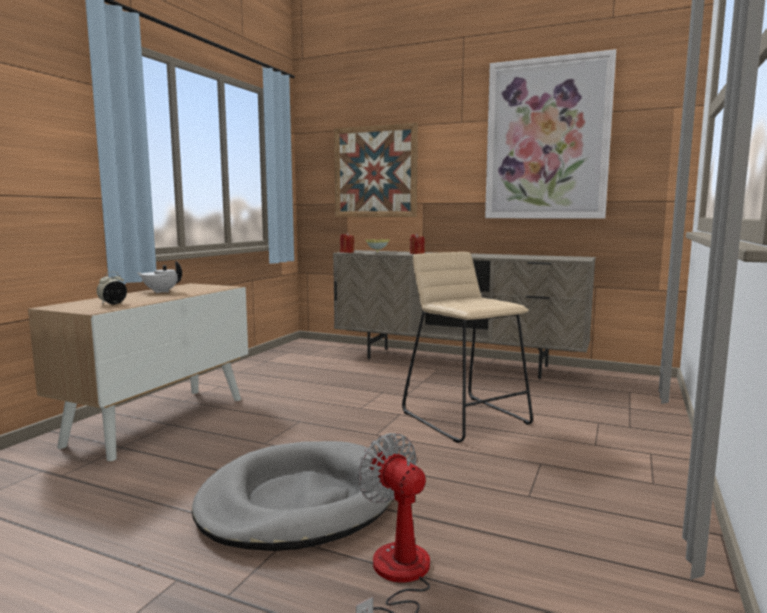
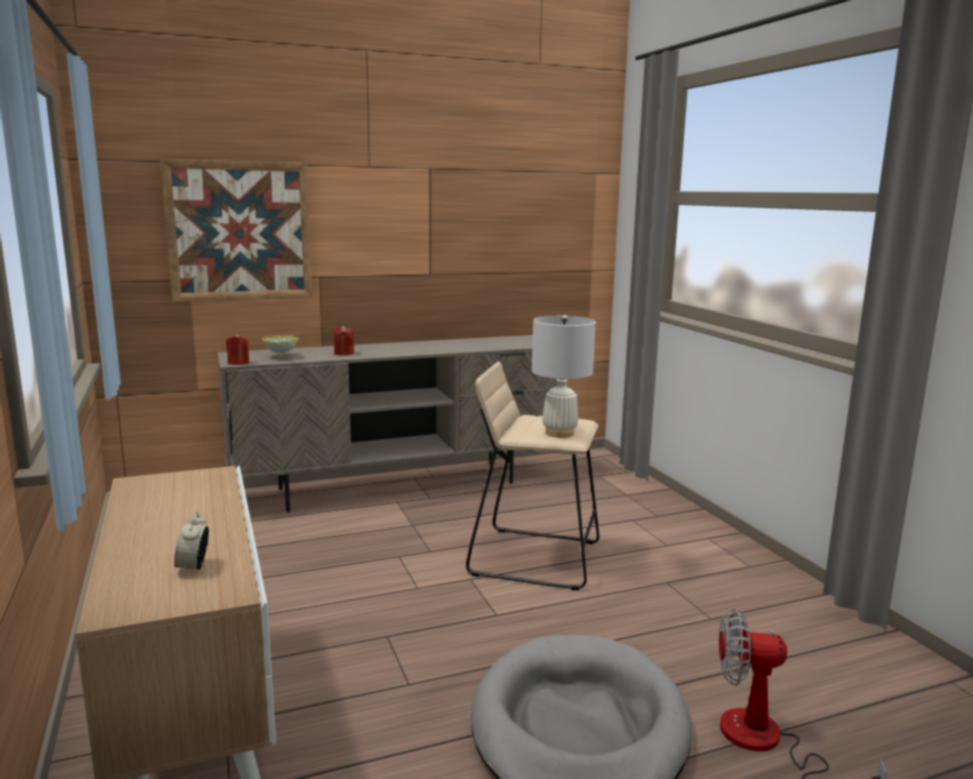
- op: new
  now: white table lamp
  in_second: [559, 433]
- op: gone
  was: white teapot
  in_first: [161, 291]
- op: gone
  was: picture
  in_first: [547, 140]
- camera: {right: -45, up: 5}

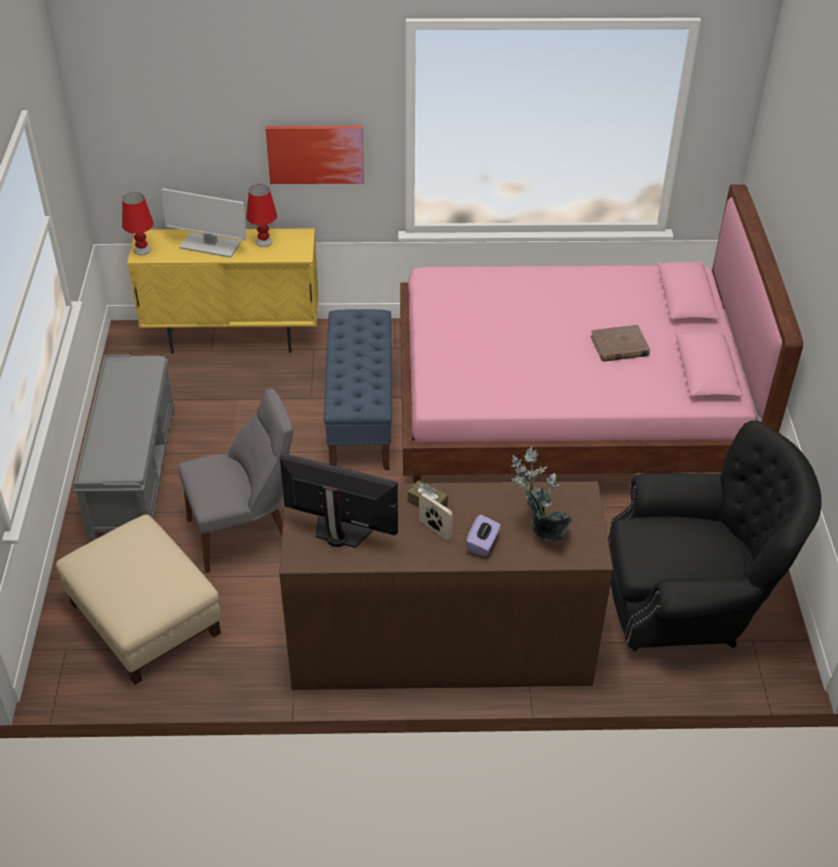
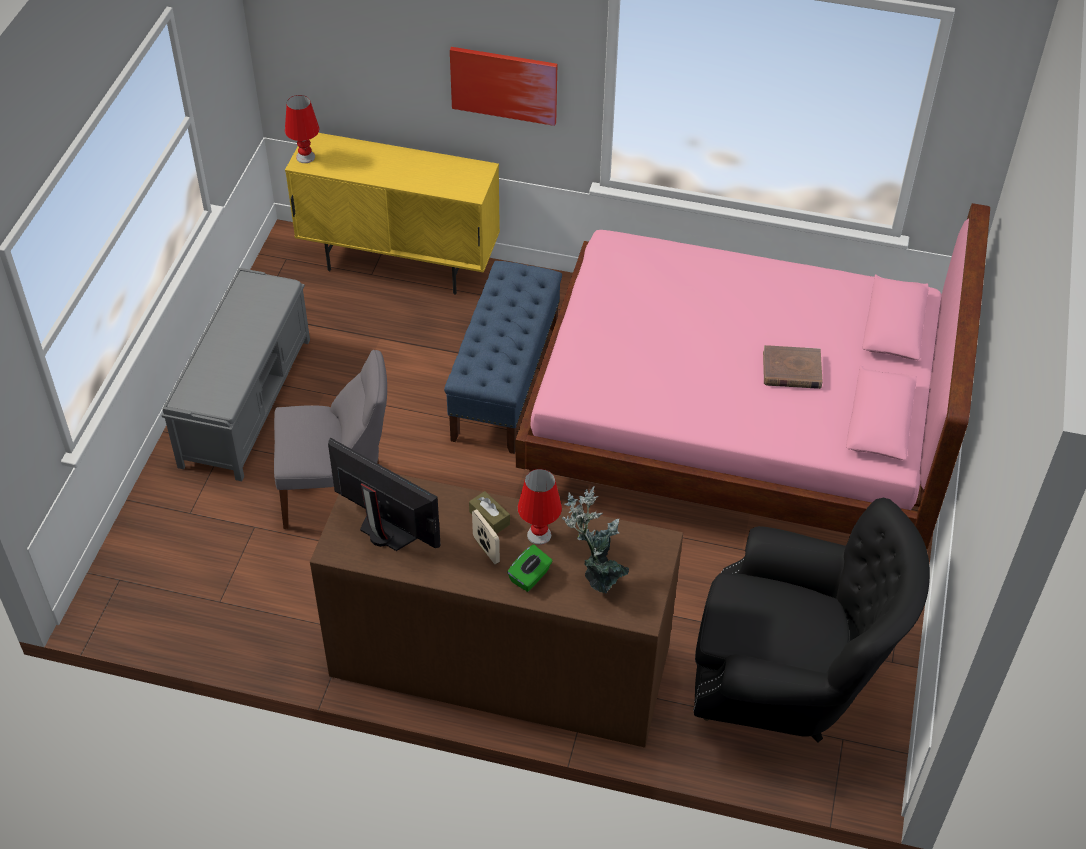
- op: repainted
  was: purple tissue box
  now: green tissue box
  in_first: [483, 544]
  in_second: [530, 577]
- op: shifted
  was: red table lamp
  in_first: [263, 242]
  in_second: [538, 534]
- op: gone
  was: beige ottoman
  in_first: [143, 618]
- op: gone
  was: monitor
  in_first: [209, 245]
- camera: {right: 15, up: 5}

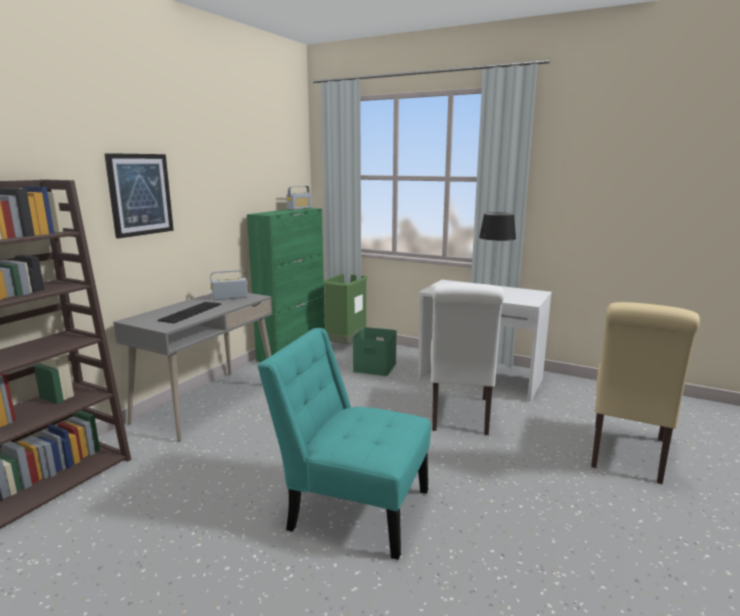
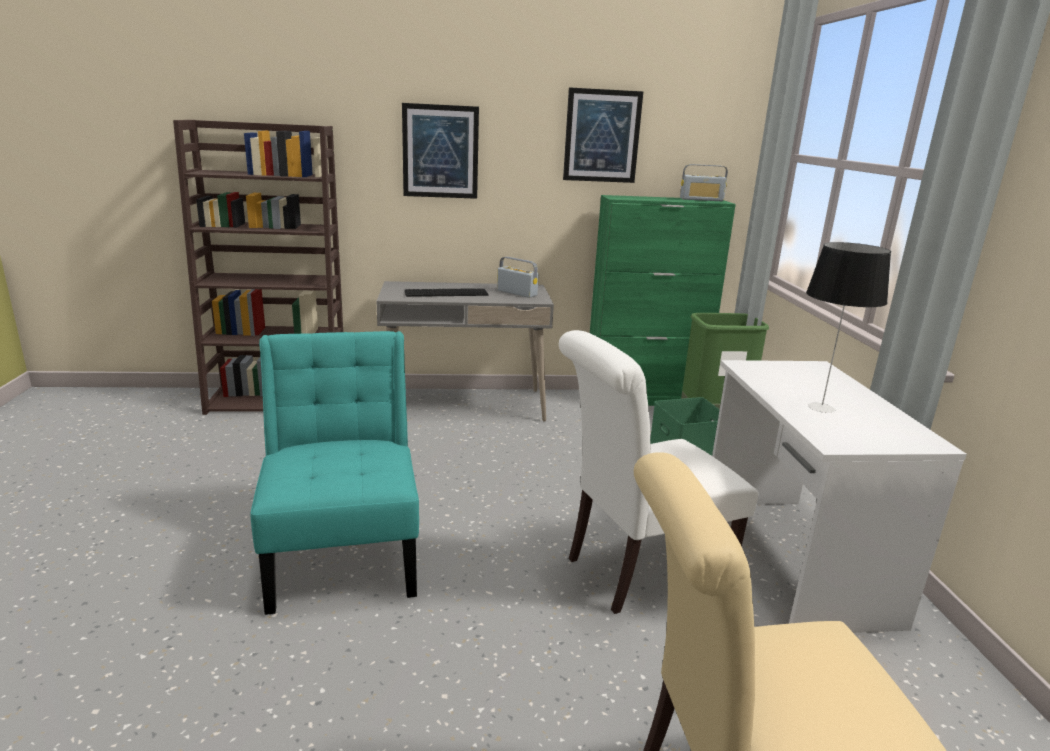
- op: new
  now: picture
  in_second: [602, 136]
- camera: {right: 55, up: 5}

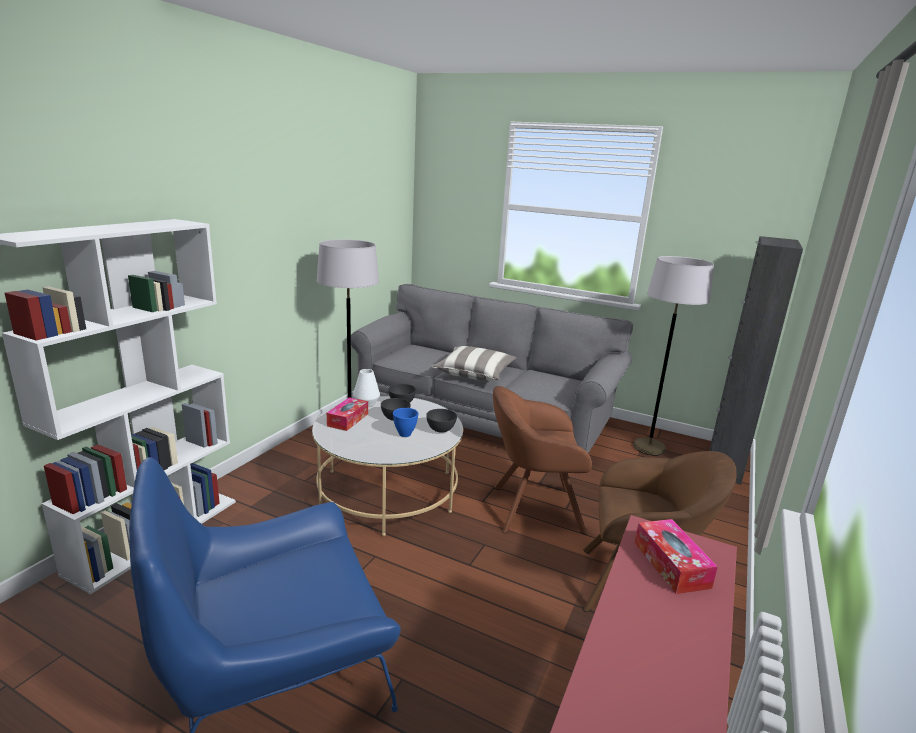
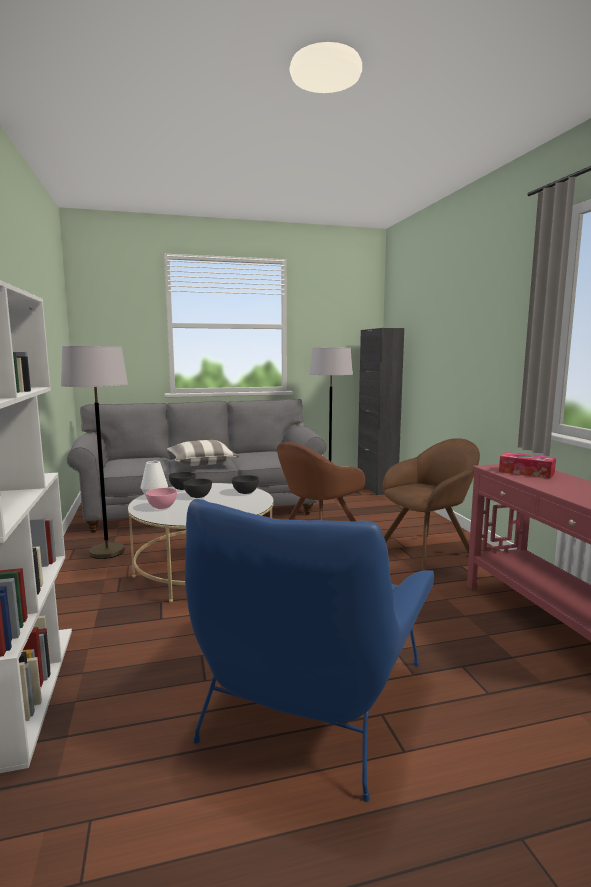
- op: swapped
  was: tissue box
  now: pink bowl
  in_first: [348, 420]
  in_second: [162, 507]
- op: gone
  was: blue bowl
  in_first: [405, 434]
- camera: {right: -40, up: -10}

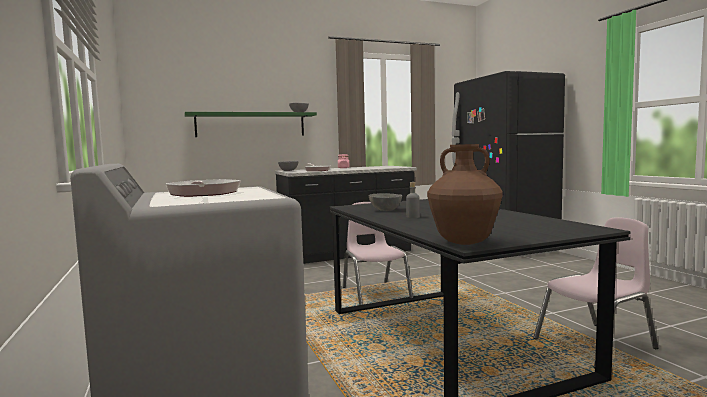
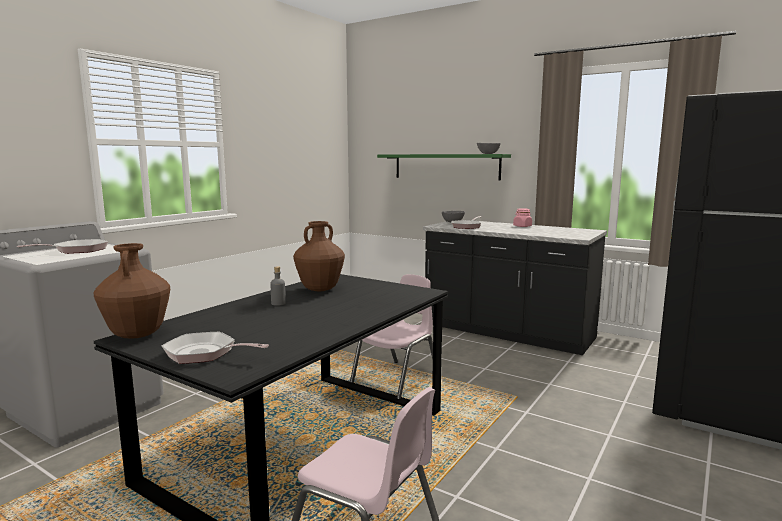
- op: new
  now: frying pan
  in_second: [205, 353]
- op: swapped
  was: grey bowl
  now: brown vase
  in_first: [385, 210]
  in_second: [320, 289]
- camera: {right: 55, up: 5}

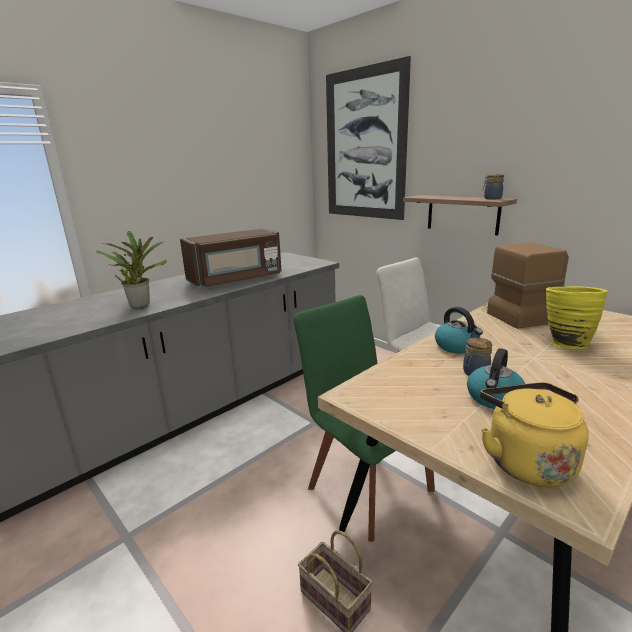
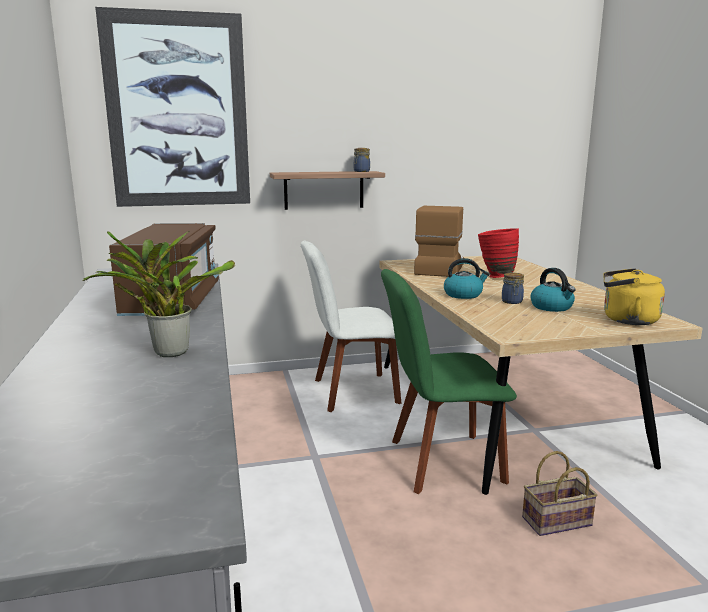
- op: repainted
  was: yellow vase
  now: red vase
  in_first: [564, 344]
  in_second: [495, 276]
- camera: {right: -60, up: -5}

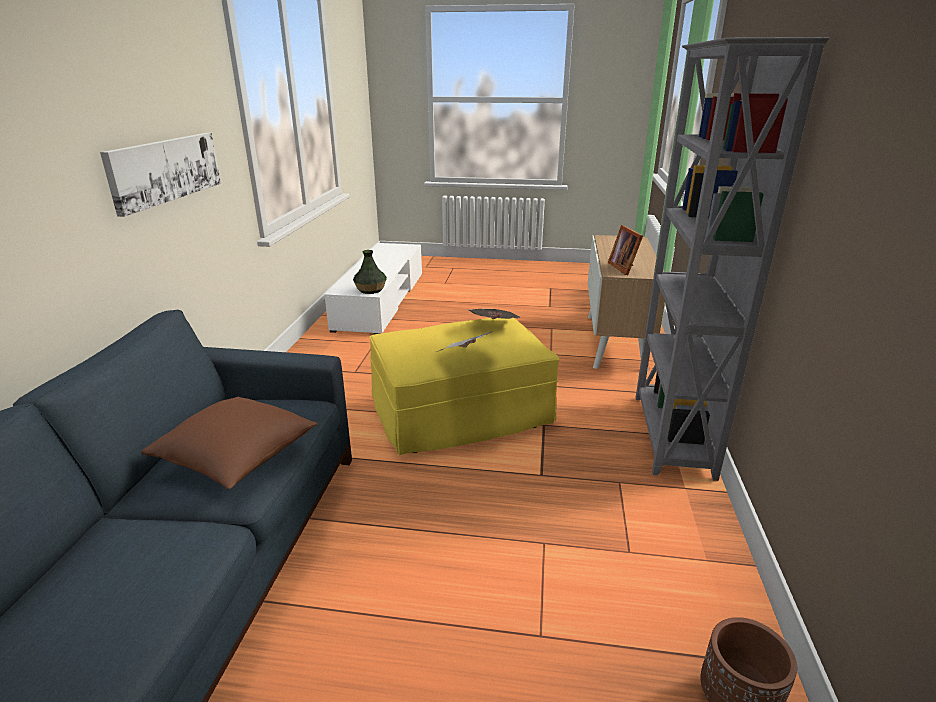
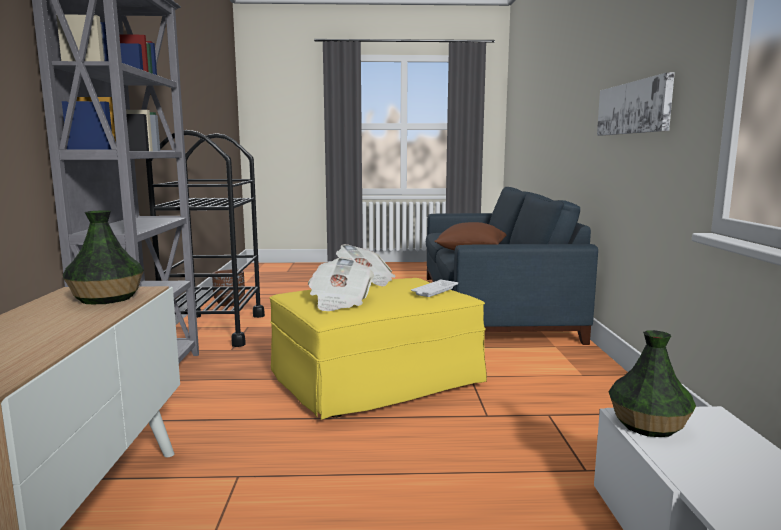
- op: swapped
  was: picture frame
  now: vase
  in_first: [624, 268]
  in_second: [106, 298]
- op: new
  now: black cart
  in_second: [214, 330]
- op: new
  now: white tray
  in_second: [434, 291]
- camera: {right: 170, up: -15}

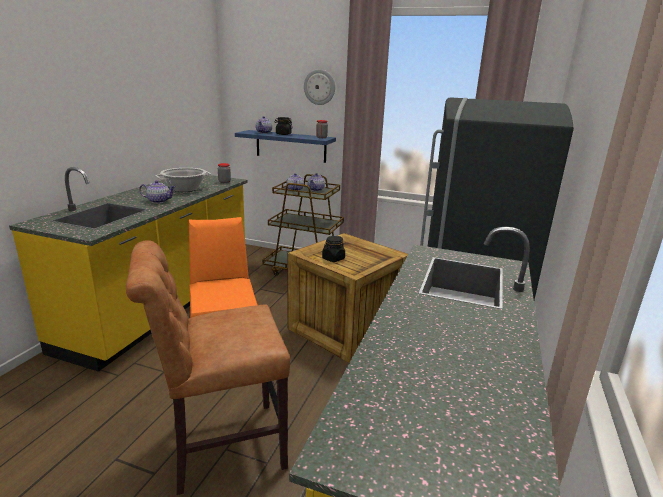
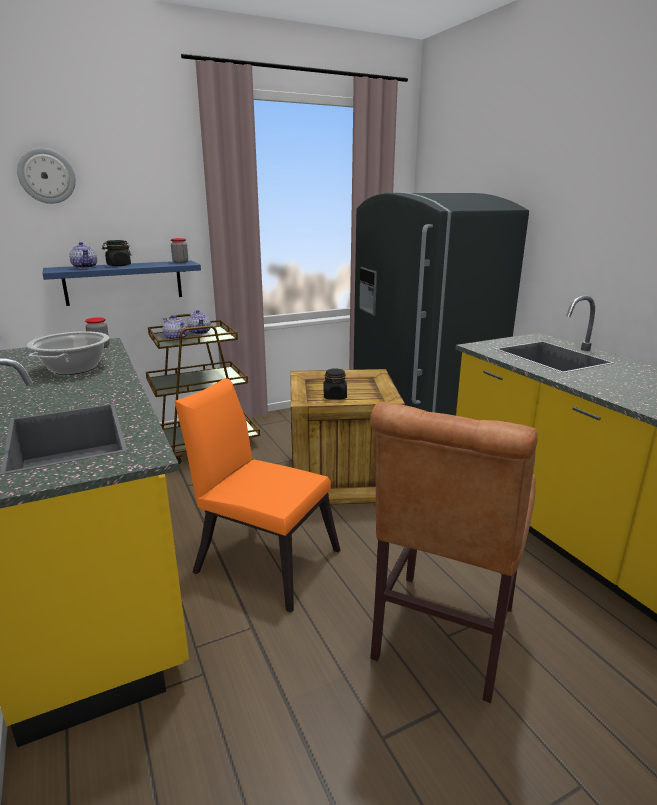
- op: shifted
  was: wall clock
  in_first: [319, 87]
  in_second: [47, 176]
- op: gone
  was: teapot
  in_first: [158, 201]
- camera: {right: -45, up: 0}

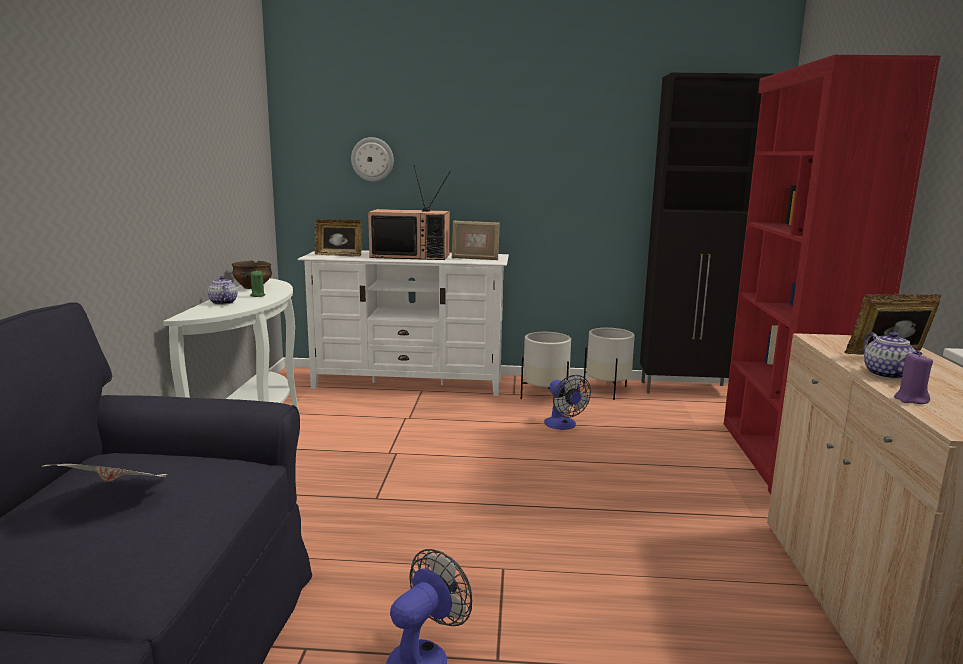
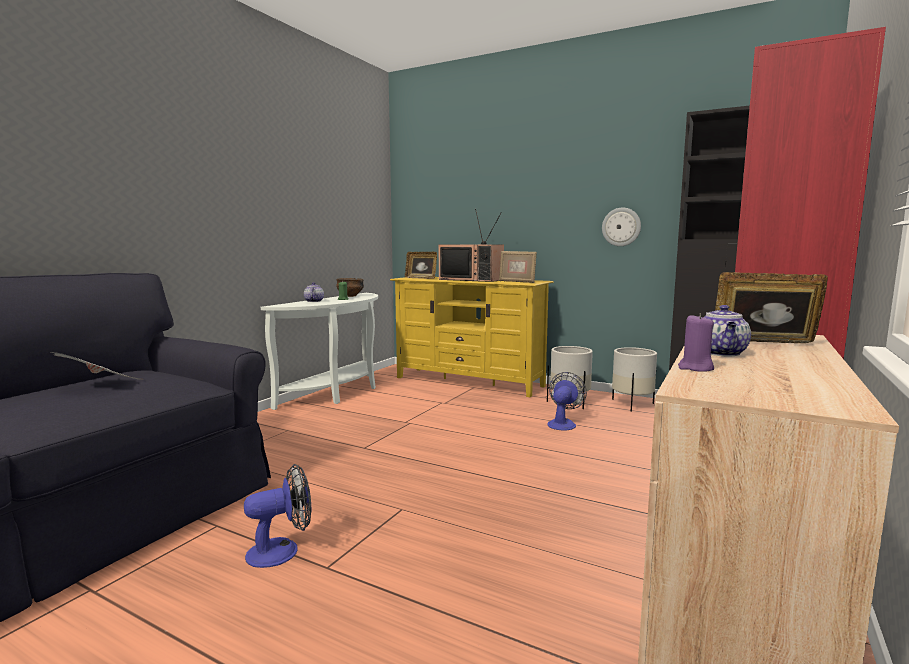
- op: repainted
  was: white tv stand
  now: yellow tv stand
  in_first: [409, 383]
  in_second: [469, 381]
- op: rotated
  was: fan
  in_first: [563, 425]
  in_second: [563, 423]
  clockwise: -150
- op: shifted
  was: wall clock
  in_first: [372, 159]
  in_second: [621, 227]
- camera: {right: 25, up: -5}

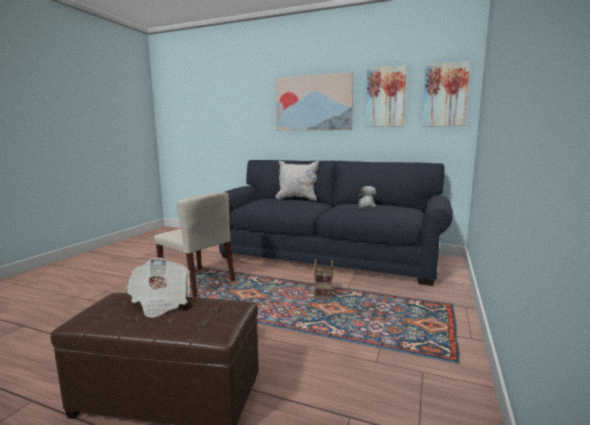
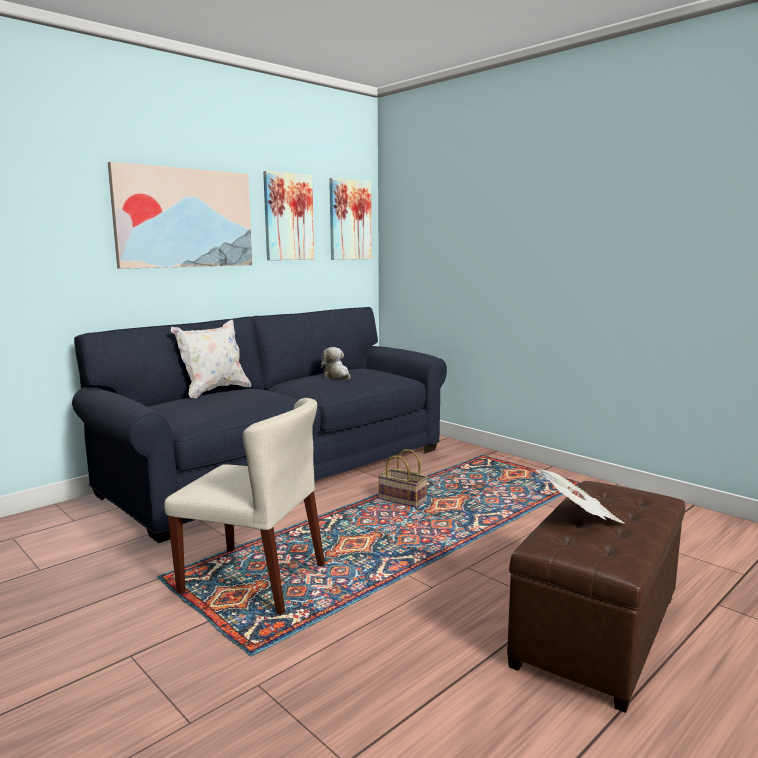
- op: rotated
  was: beige chair
  in_first: [198, 282]
  in_second: [255, 579]
  clockwise: 45
- camera: {right: -65, up: 0}

